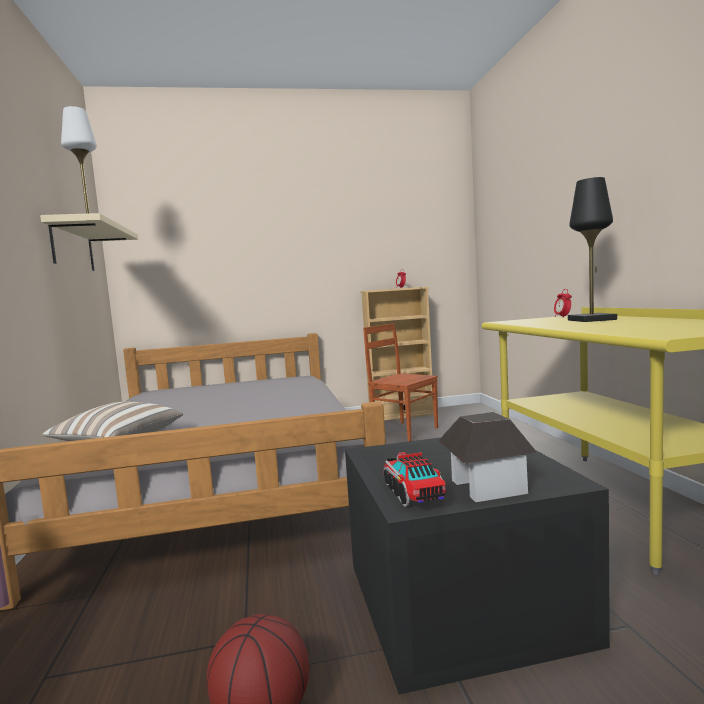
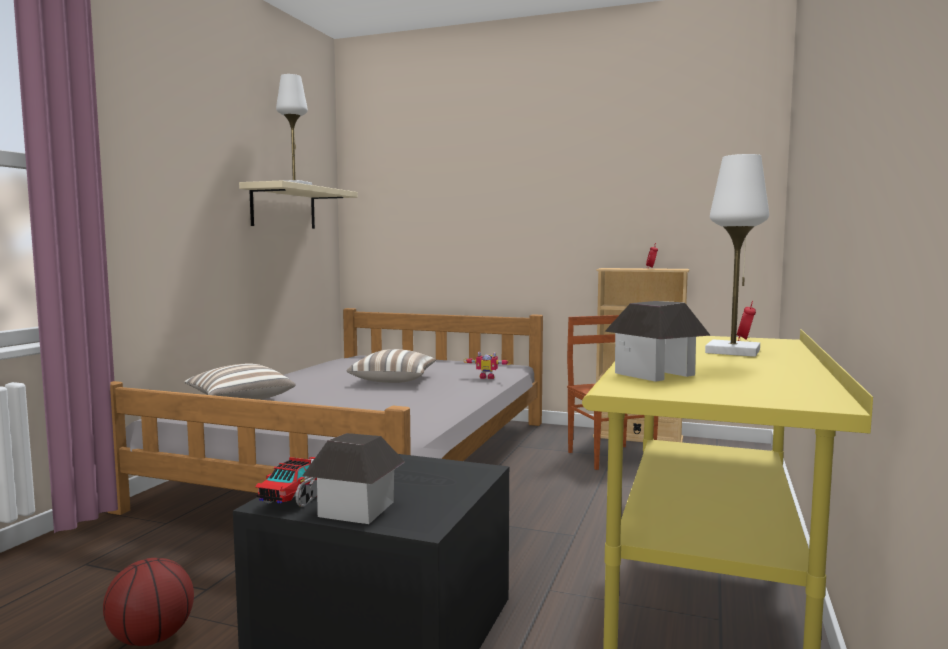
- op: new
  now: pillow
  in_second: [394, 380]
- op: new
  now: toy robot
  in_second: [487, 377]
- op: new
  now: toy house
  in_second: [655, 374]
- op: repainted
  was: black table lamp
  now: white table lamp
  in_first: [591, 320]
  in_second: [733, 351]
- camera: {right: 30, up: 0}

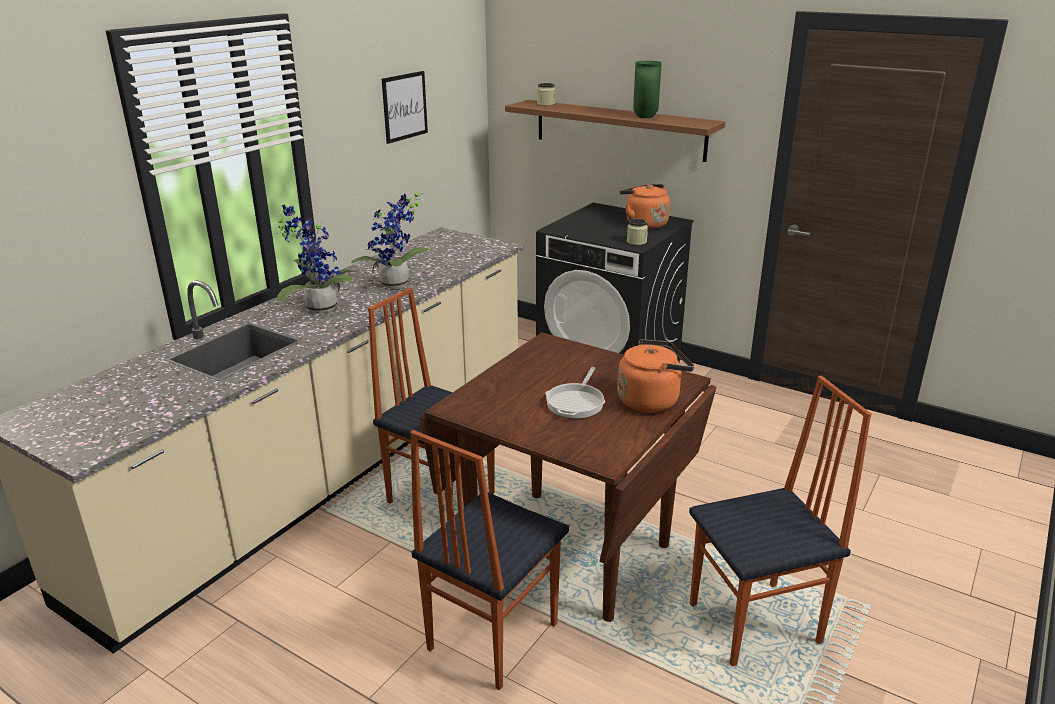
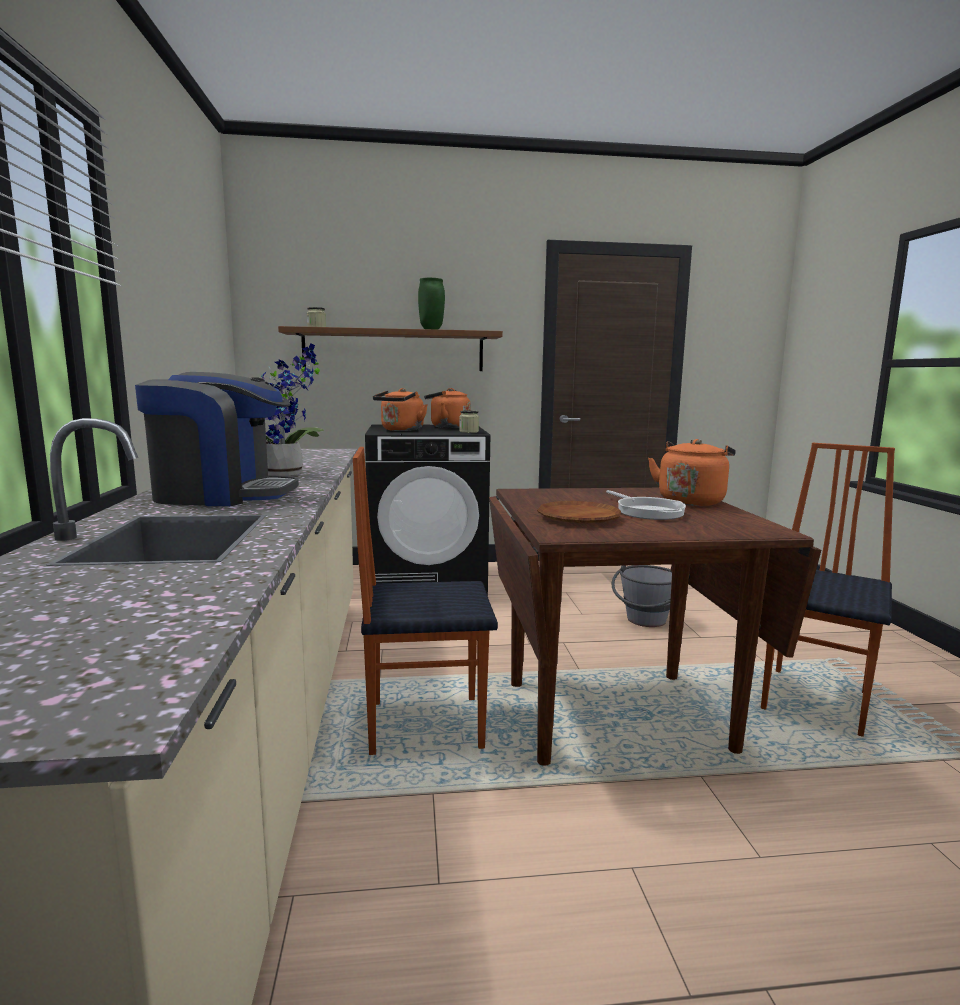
- op: swapped
  was: potted plant
  now: coffee machine
  in_first: [318, 307]
  in_second: [222, 495]
- op: new
  now: orange kettle
  in_second: [401, 430]
- op: new
  now: brown plate
  in_second: [578, 518]
- op: new
  now: grey bucket
  in_second: [644, 622]
- op: gone
  was: picture
  in_first: [404, 106]
- op: gone
  was: chair
  in_first: [490, 636]
- camera: {right: -40, up: -15}

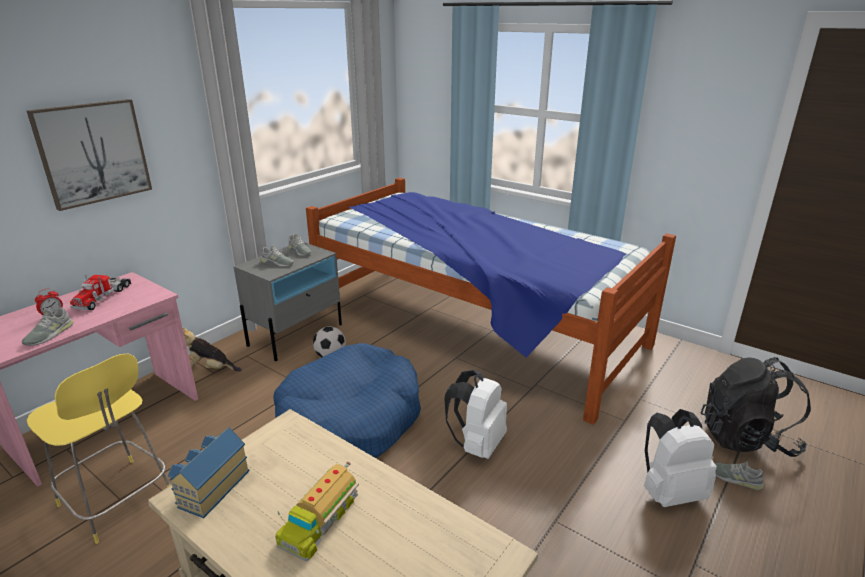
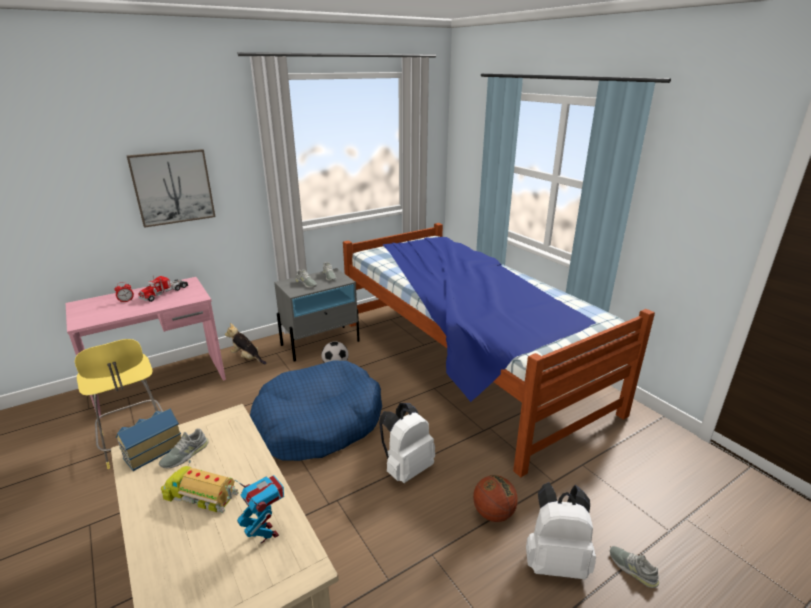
- op: shifted
  was: grey shoe
  in_first: [49, 334]
  in_second: [185, 454]
- op: rotated
  was: toy truck
  in_first: [319, 519]
  in_second: [202, 495]
  clockwise: 60
- op: new
  now: toy robot
  in_second: [266, 533]
- op: new
  now: basketball
  in_second: [493, 513]
- op: gone
  was: black backpack
  in_first: [746, 438]
- camera: {right: 20, up: 0}

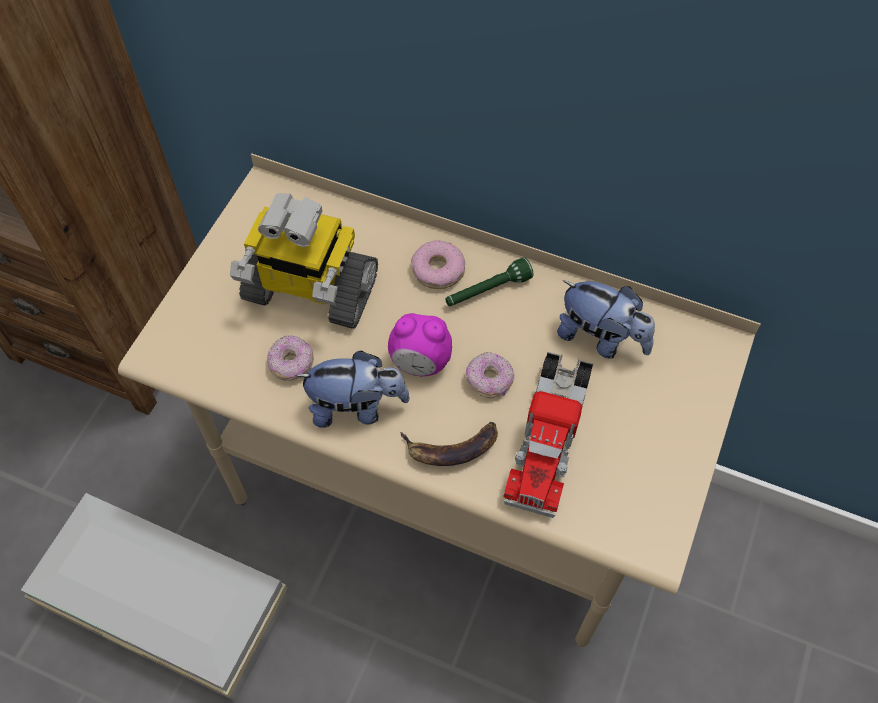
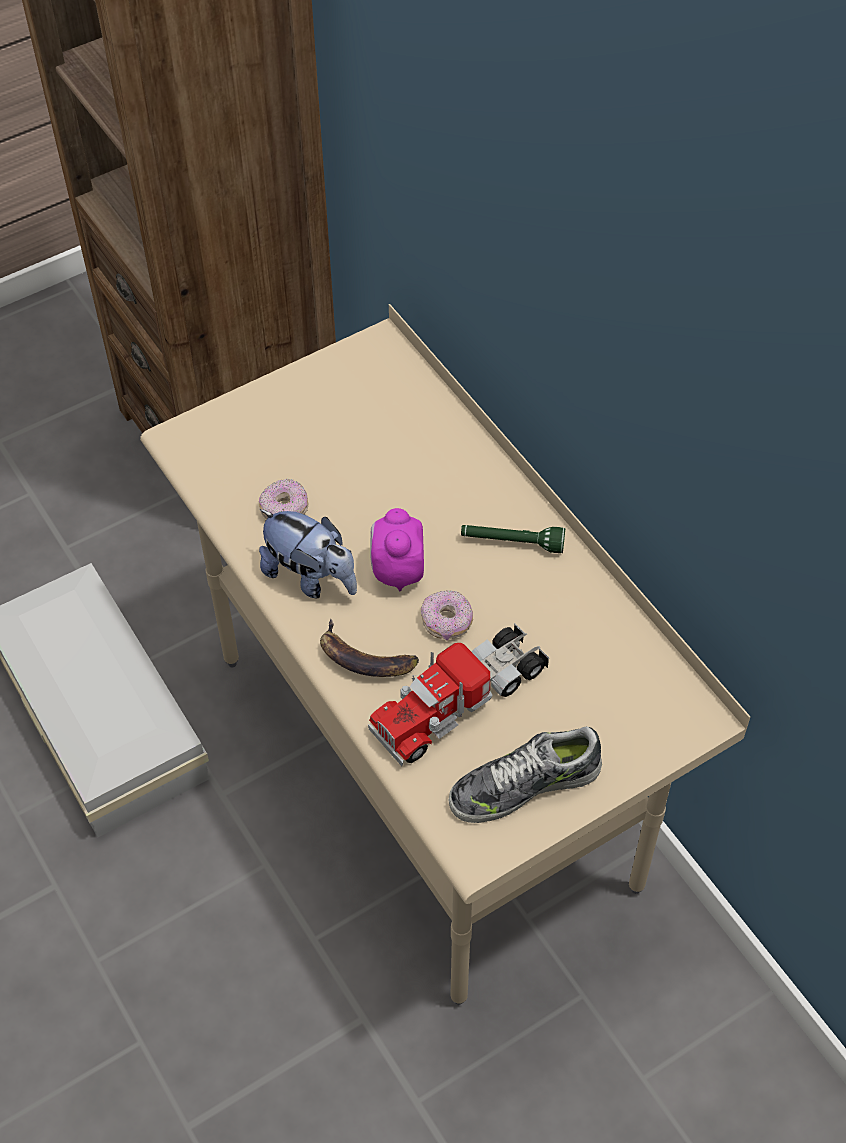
- op: rotated
  was: alarm clock
  in_first: [420, 362]
  in_second: [397, 571]
  clockwise: 45
- op: new
  now: shoe
  in_second: [524, 784]
- op: gone
  was: toy robot
  in_first: [309, 290]
- op: gone
  was: donut
  in_first: [438, 270]
- op: gone
  was: plush toy
  in_first: [601, 338]
- camera: {right: 35, up: -5}

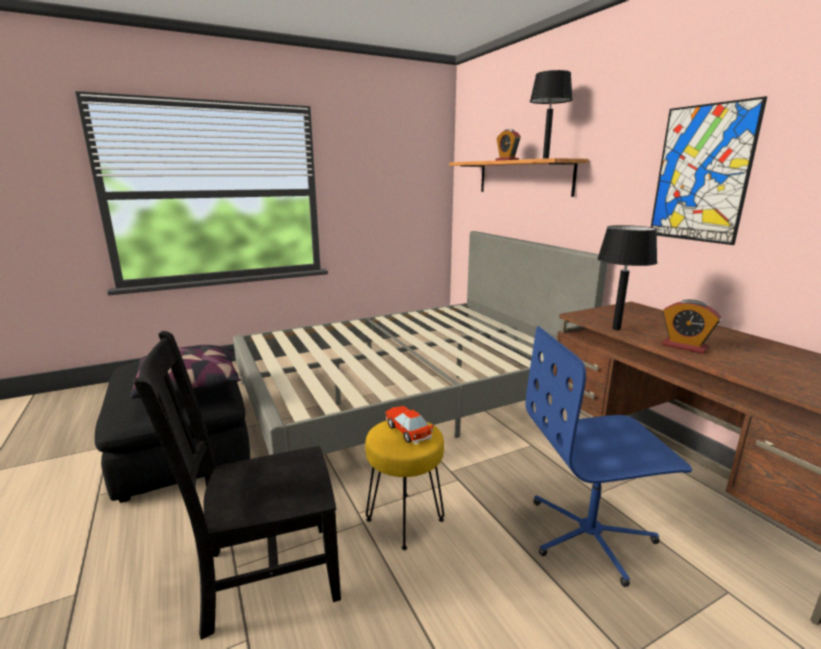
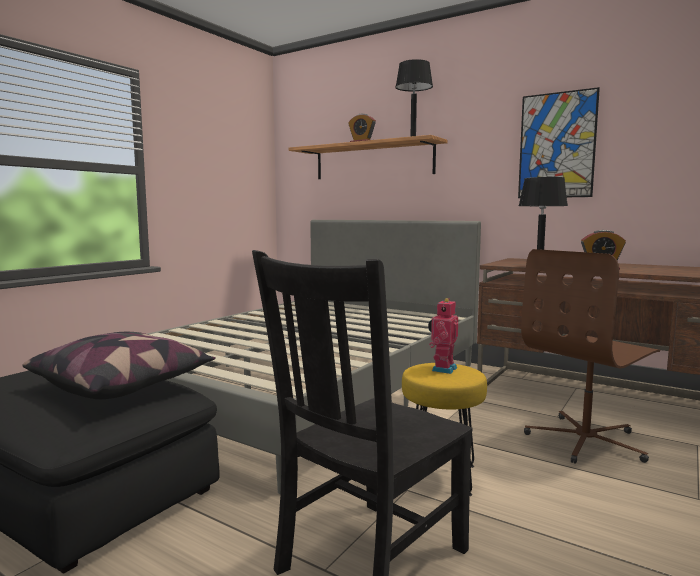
- op: swapped
  was: toy car
  now: toy robot
  in_first: [408, 431]
  in_second: [442, 369]
- op: repainted
  was: blue office chair
  now: brown office chair
  in_first: [590, 535]
  in_second: [586, 441]
- camera: {right: -30, up: -10}

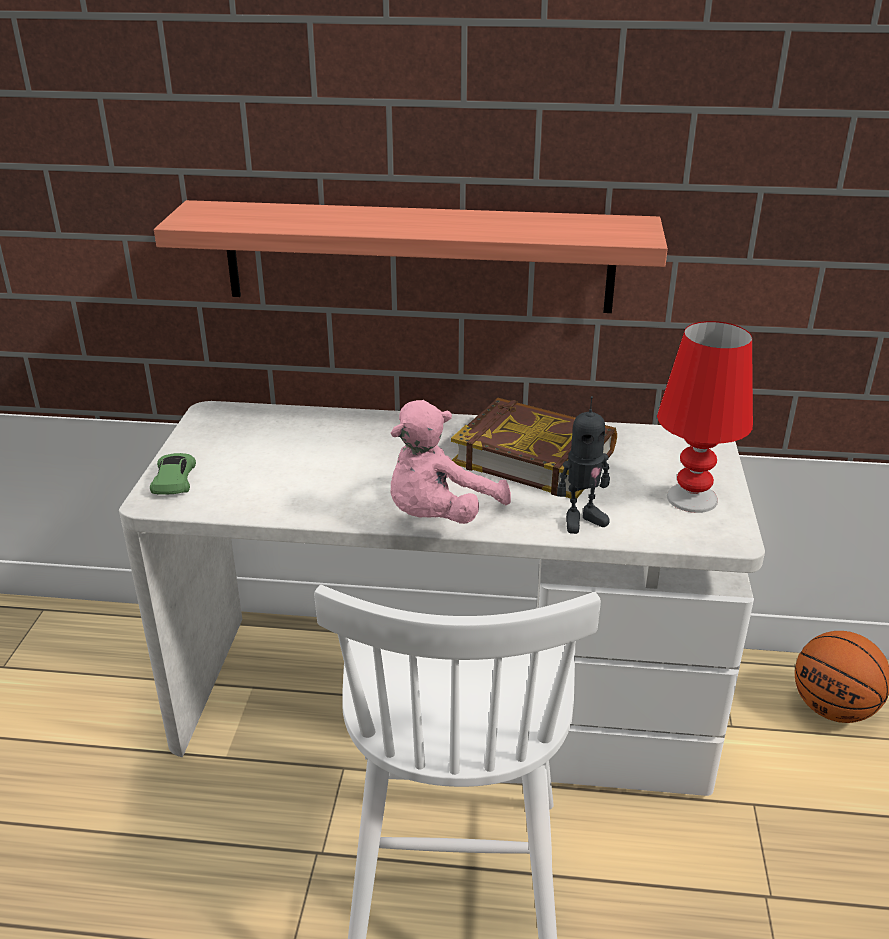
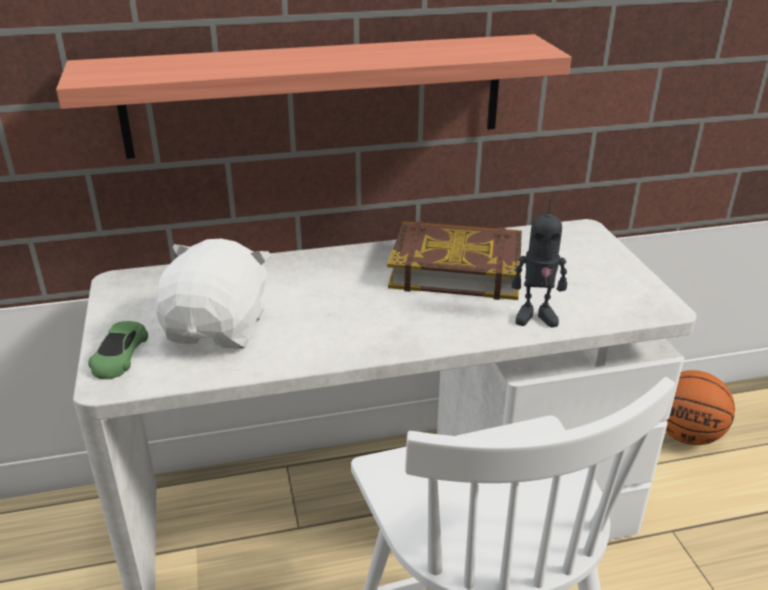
- op: rotated
  was: green toy car
  in_first: [174, 479]
  in_second: [119, 355]
  clockwise: -150
- op: new
  now: white plush toy
  in_second: [219, 328]
- op: rotated
  was: toy robot
  in_first: [581, 520]
  in_second: [535, 316]
  clockwise: 45
- op: gone
  was: pink plush toy
  in_first: [439, 516]
- op: gone
  was: red table lamp
  in_first: [691, 498]
- camera: {right: -20, up: 0}

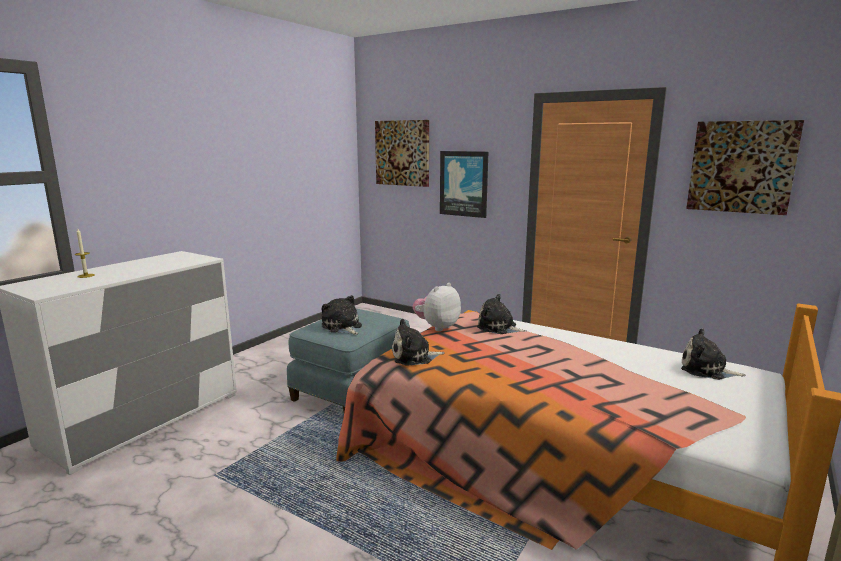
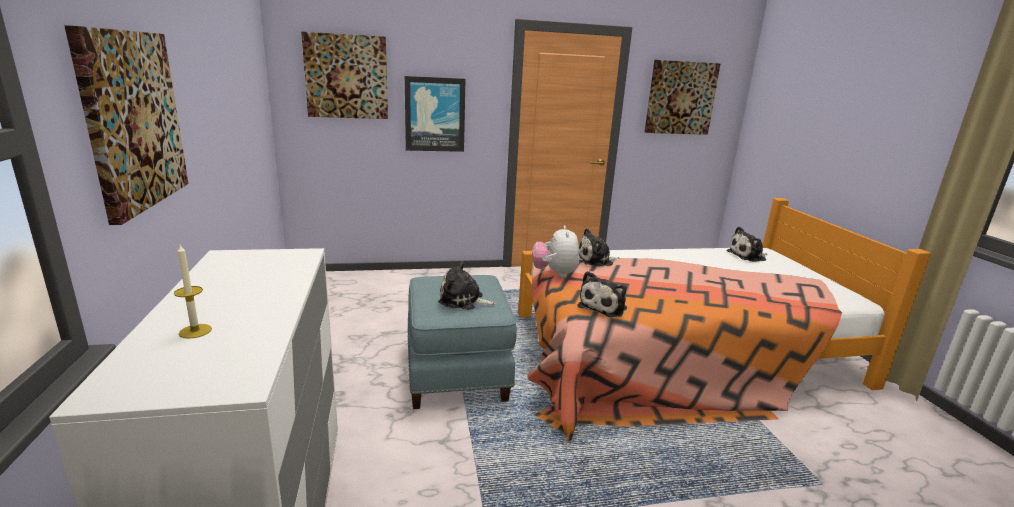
- op: new
  now: picture
  in_second: [132, 120]
- camera: {right: -45, up: 5}

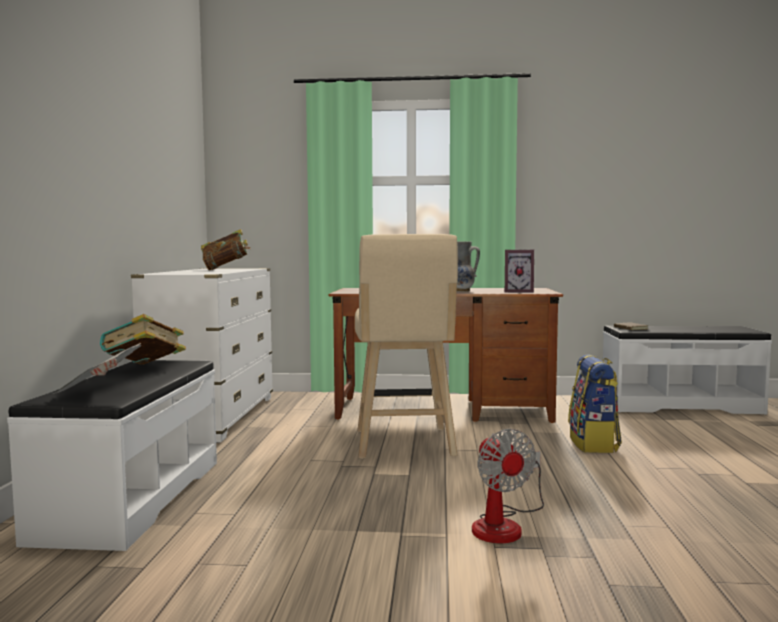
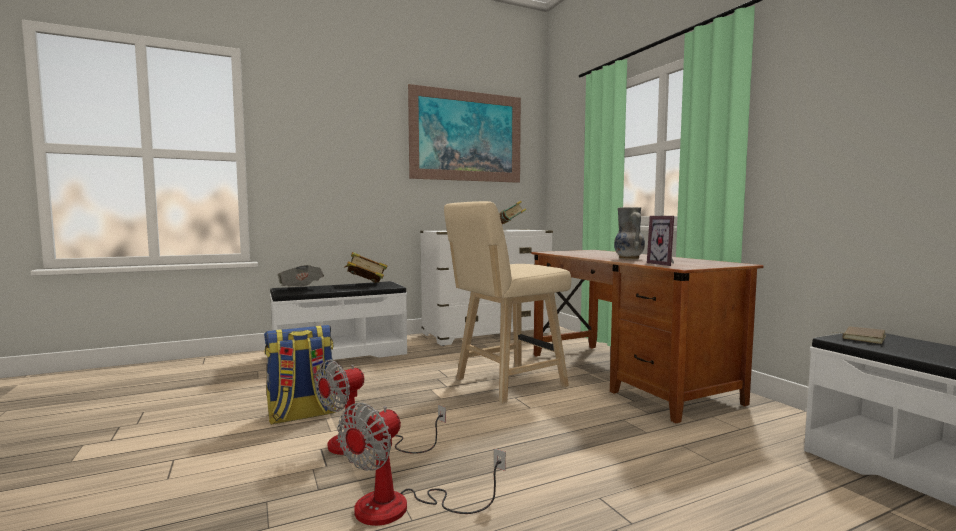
- op: shifted
  was: backpack
  in_first: [594, 444]
  in_second: [301, 415]
- op: new
  now: fan
  in_second: [401, 508]
- op: new
  now: picture
  in_second: [466, 136]
- camera: {right: 60, up: 0}

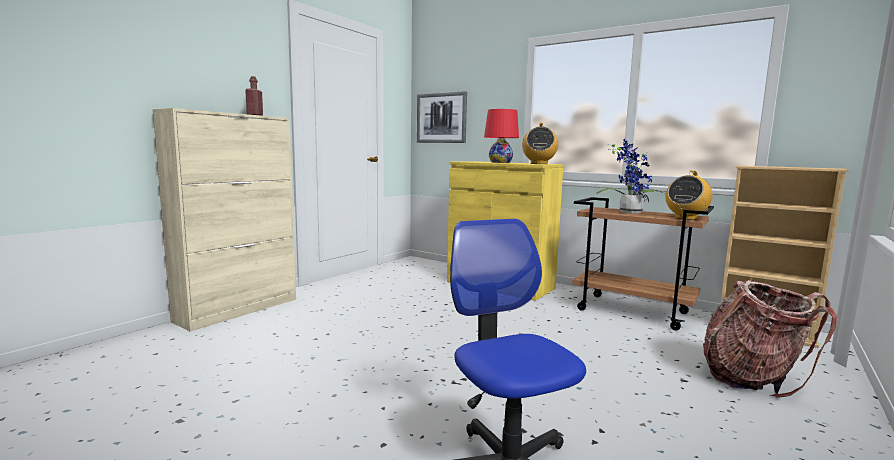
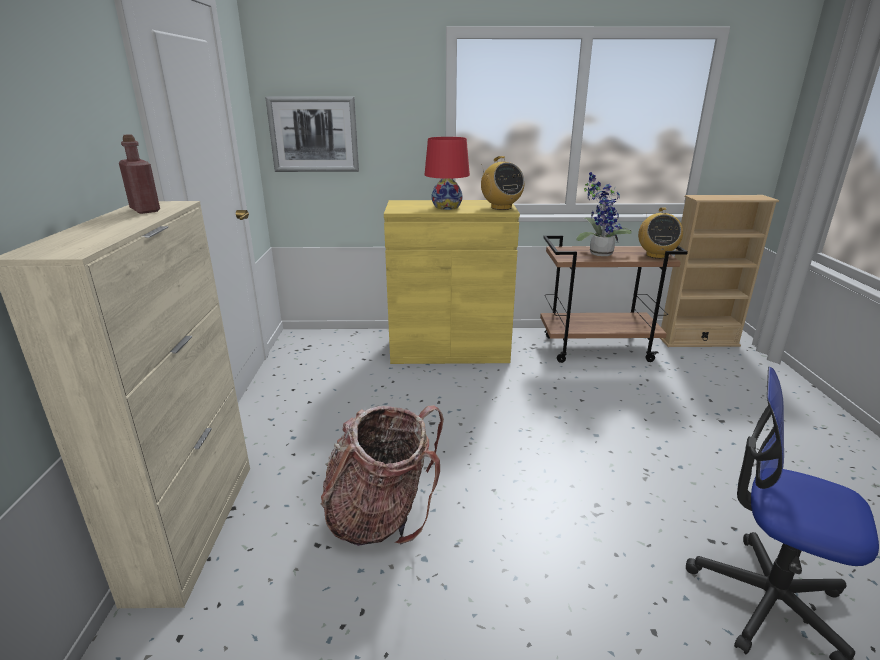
- op: shifted
  was: backpack
  in_first: [753, 378]
  in_second: [382, 515]
- camera: {right: -35, up: 15}

